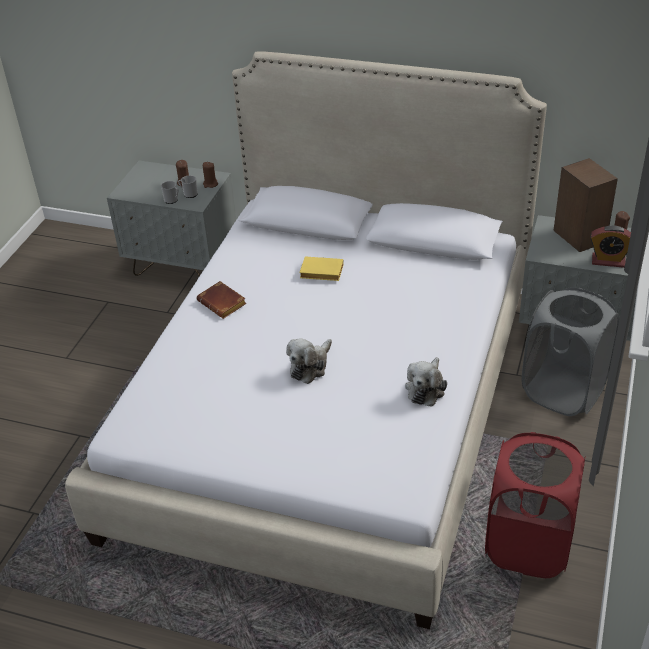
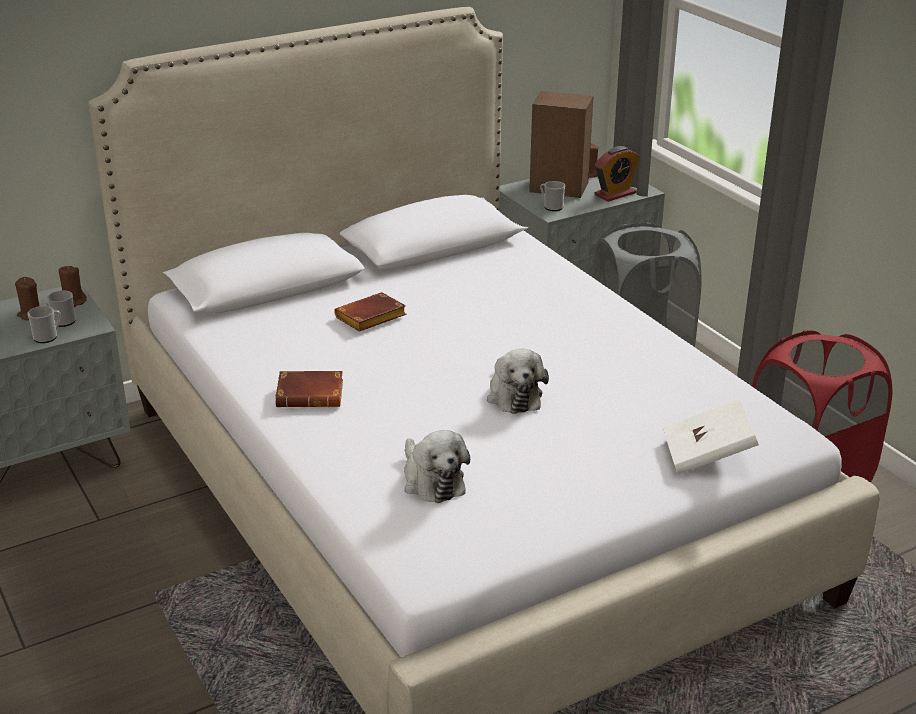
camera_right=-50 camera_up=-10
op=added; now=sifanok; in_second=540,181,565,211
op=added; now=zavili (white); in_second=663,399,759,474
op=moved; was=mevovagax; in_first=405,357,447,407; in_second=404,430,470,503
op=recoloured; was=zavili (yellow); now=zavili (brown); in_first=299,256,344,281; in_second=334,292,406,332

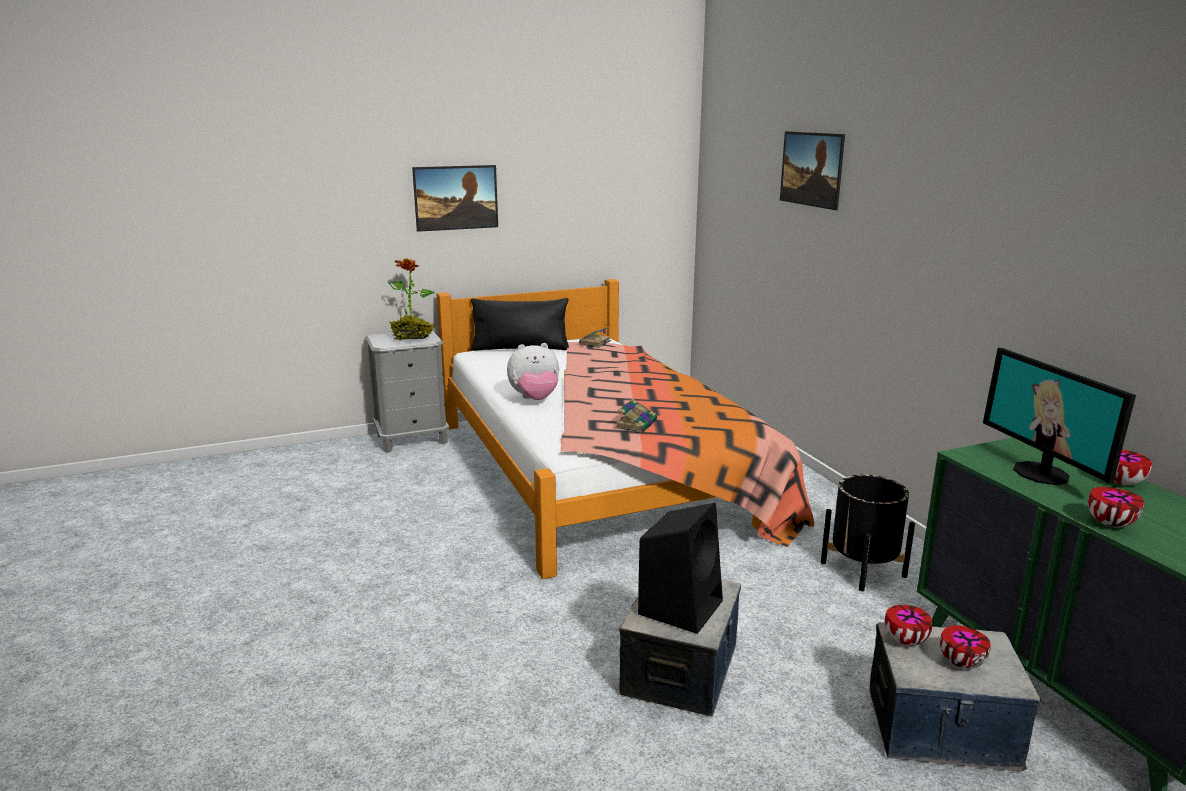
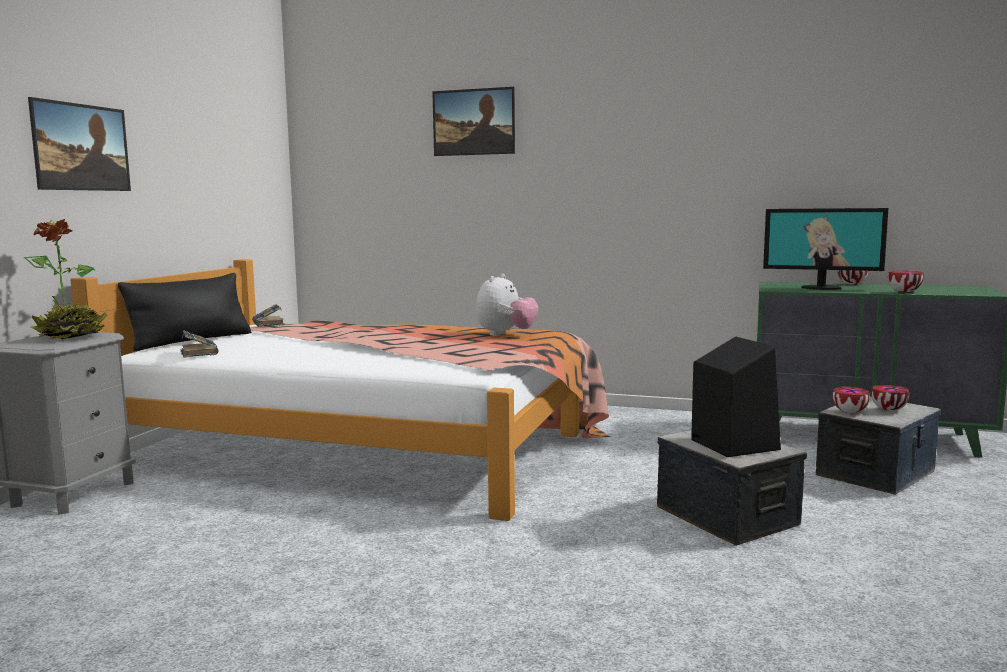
camera_right=-50 camera_up=-10
op=removed; was=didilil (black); in_first=821,474,915,591
op=moved; was=mevovagax; in_first=507,343,559,400; in_second=476,274,538,336
op=moved; was=zavili; in_first=615,398,657,433; in_second=181,330,218,358

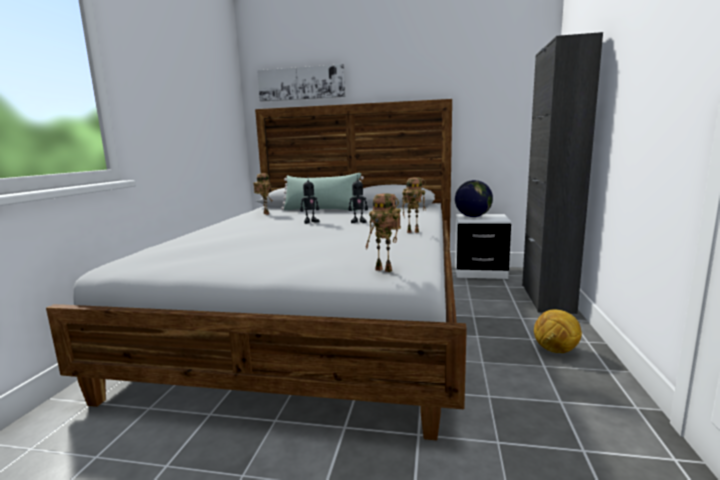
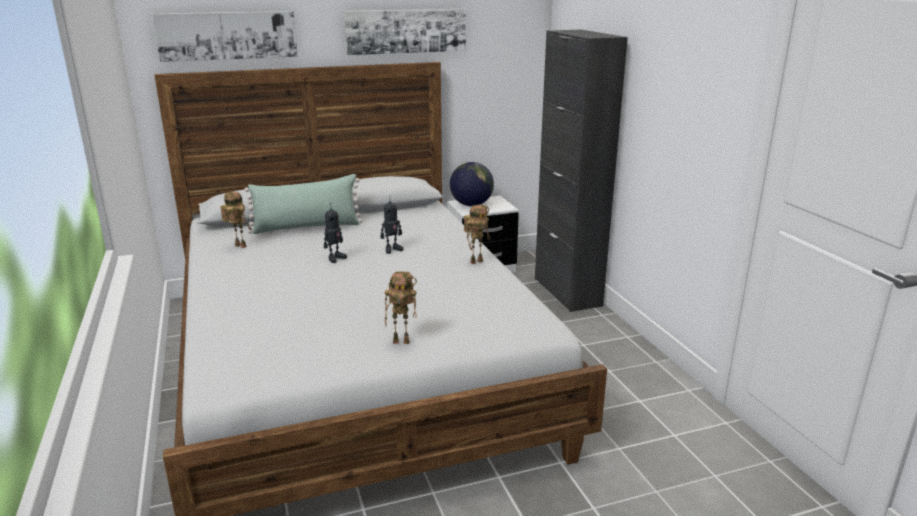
camera_right=-30 camera_up=10
op=removed; was=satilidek; in_first=534,310,582,353
op=added; now=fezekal; in_second=345,9,466,55
op=moved; was=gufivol; in_first=366,193,401,272; in_second=385,271,417,344

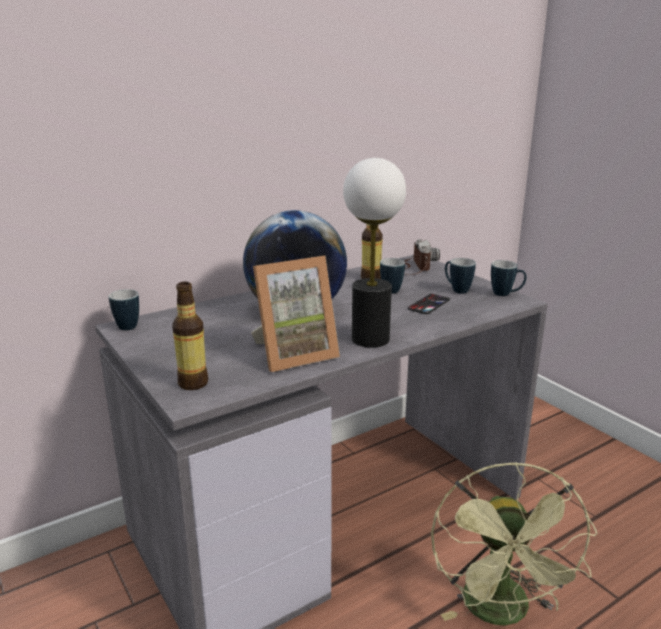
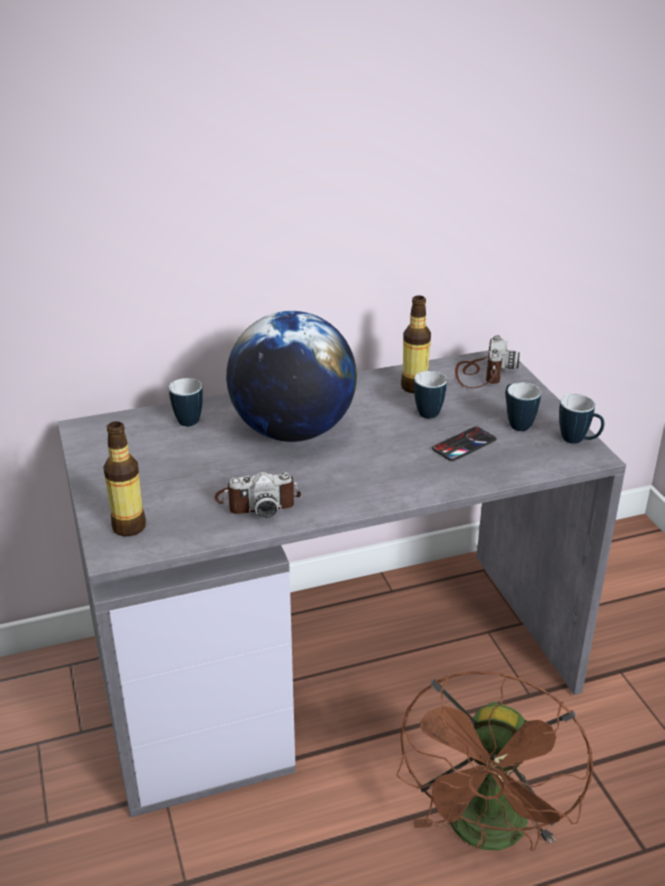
camera_right=15 camera_up=10
op=removed; was=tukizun; in_first=343,158,406,348
op=moved; was=sifanok; in_first=109,289,139,330; in_second=169,378,203,426
op=replaced; was=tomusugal; now=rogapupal; in_first=251,256,340,372; in_second=214,471,301,518
op=recoloured; was=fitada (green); now=fitada (brown); in_first=431,462,597,626; in_second=396,671,593,851

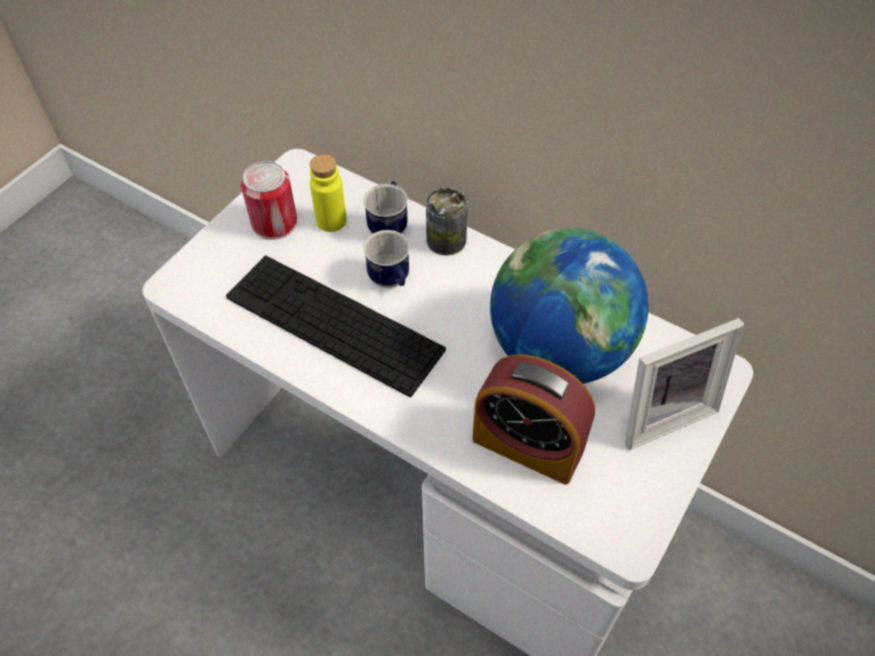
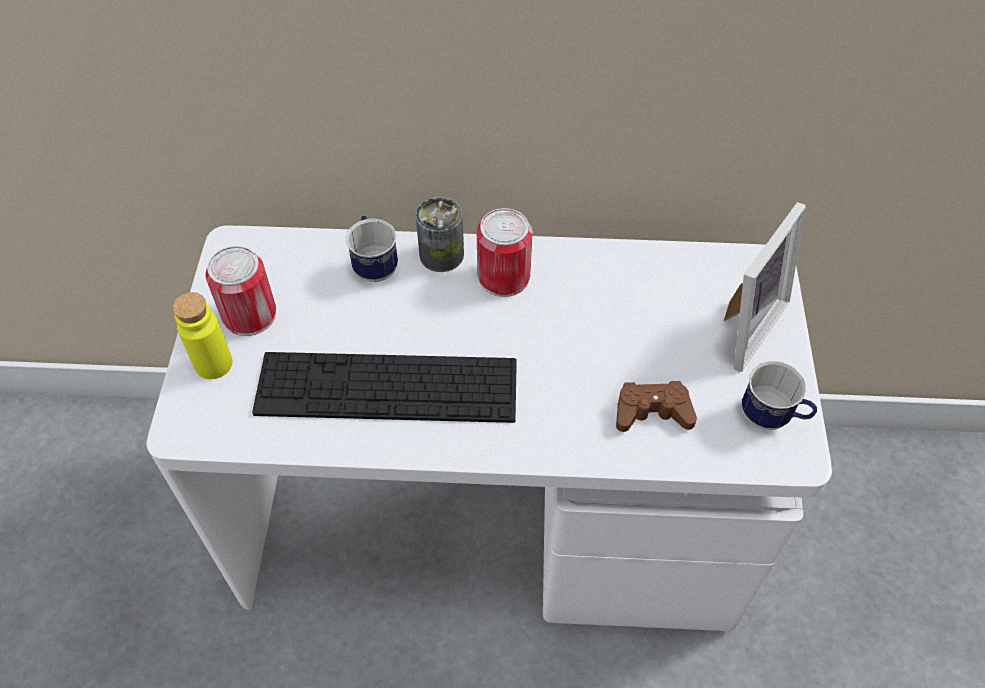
camera_right=-30 camera_up=0
op=removed; was=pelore; in_first=490,228,649,384
op=added; now=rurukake; in_second=477,208,533,297
op=moved; was=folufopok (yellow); in_first=310,154,347,232; in_second=172,292,232,379
op=moved; was=sifanok; in_first=363,230,410,288; in_second=742,361,817,430
op=replaced; was=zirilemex; now=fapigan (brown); in_first=472,354,595,485; in_second=616,381,697,432

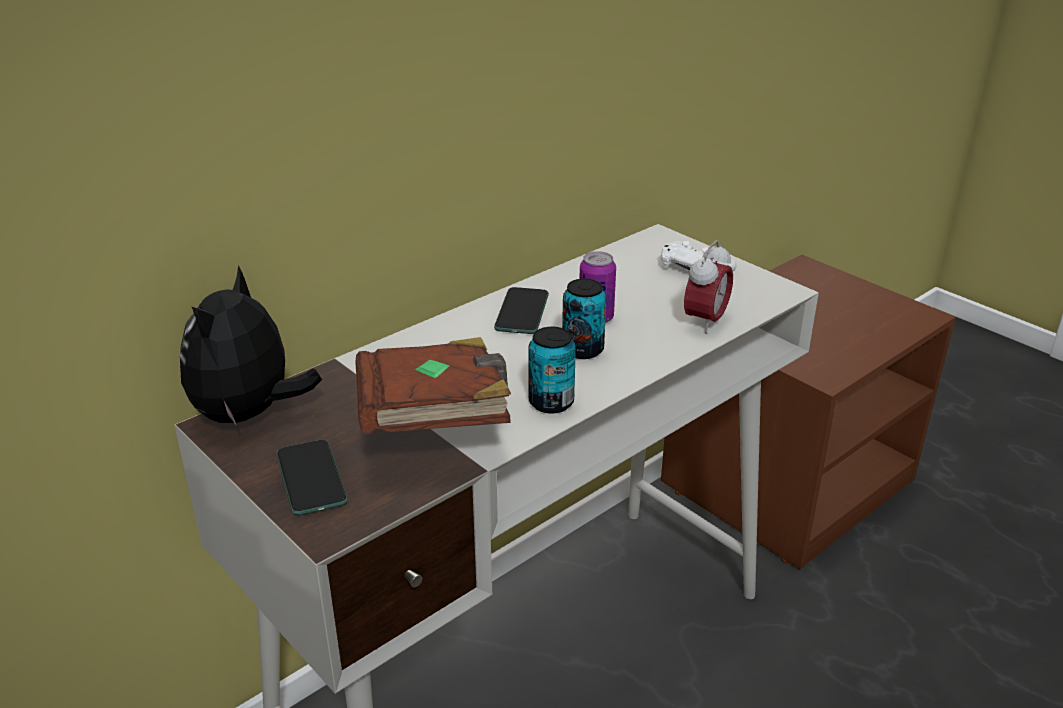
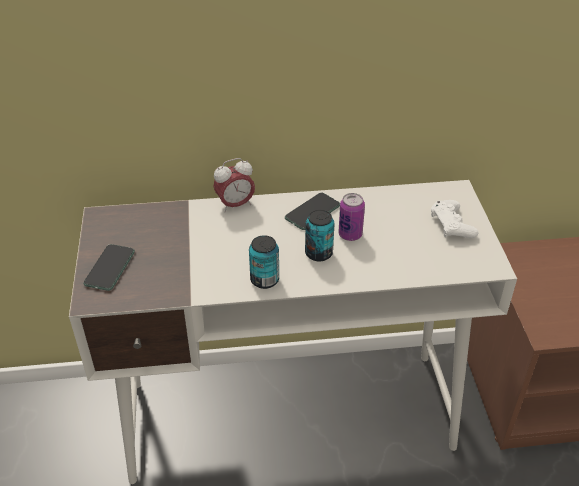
camera_right=35 camera_up=10
op=removed; was=mevovagax; in_first=180,265,322,426
op=removed; was=zavili (brown); in_first=356,337,511,434
op=moved; was=zirilemex; in_first=684,240,733,334; in_second=214,158,255,212

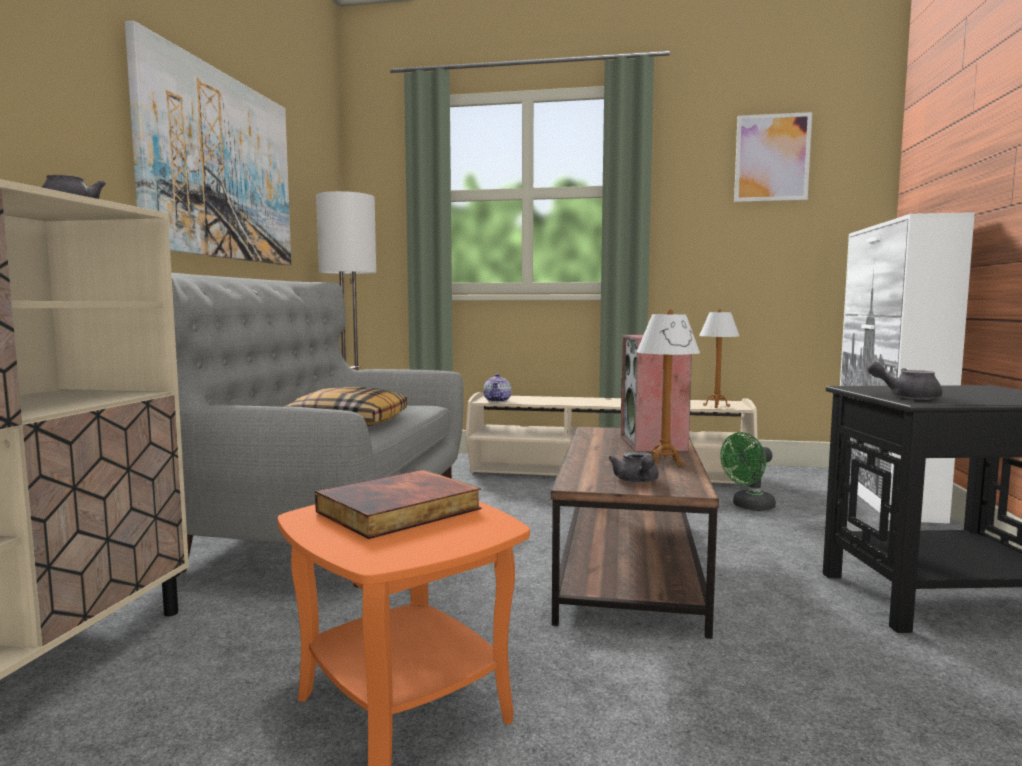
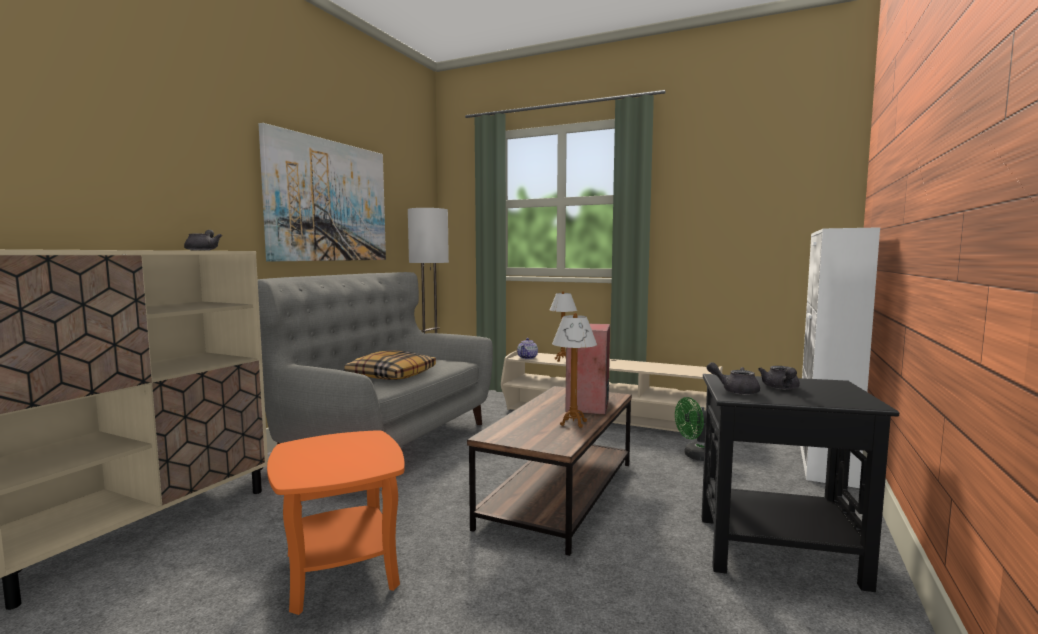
camera_right=15 camera_up=0
op=removed; was=zavili; in_first=315,469,481,539
op=removed; was=fezekal; in_first=734,112,812,202
op=moved; was=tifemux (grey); in_first=608,452,659,483; in_second=758,366,800,390
op=moved; was=tukizun; in_first=699,309,740,408; in_second=550,291,577,362

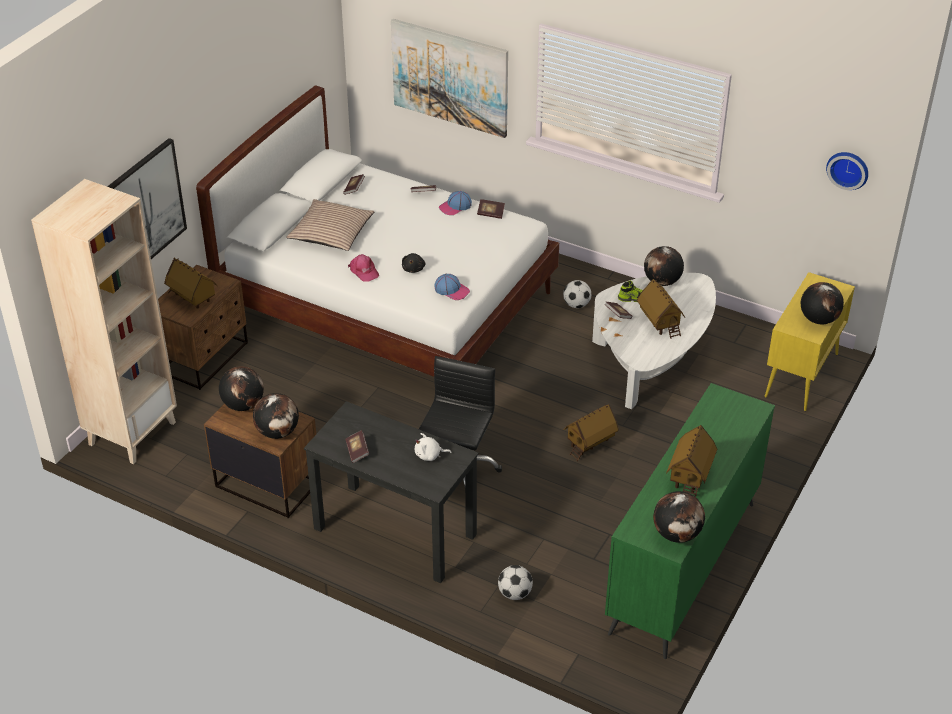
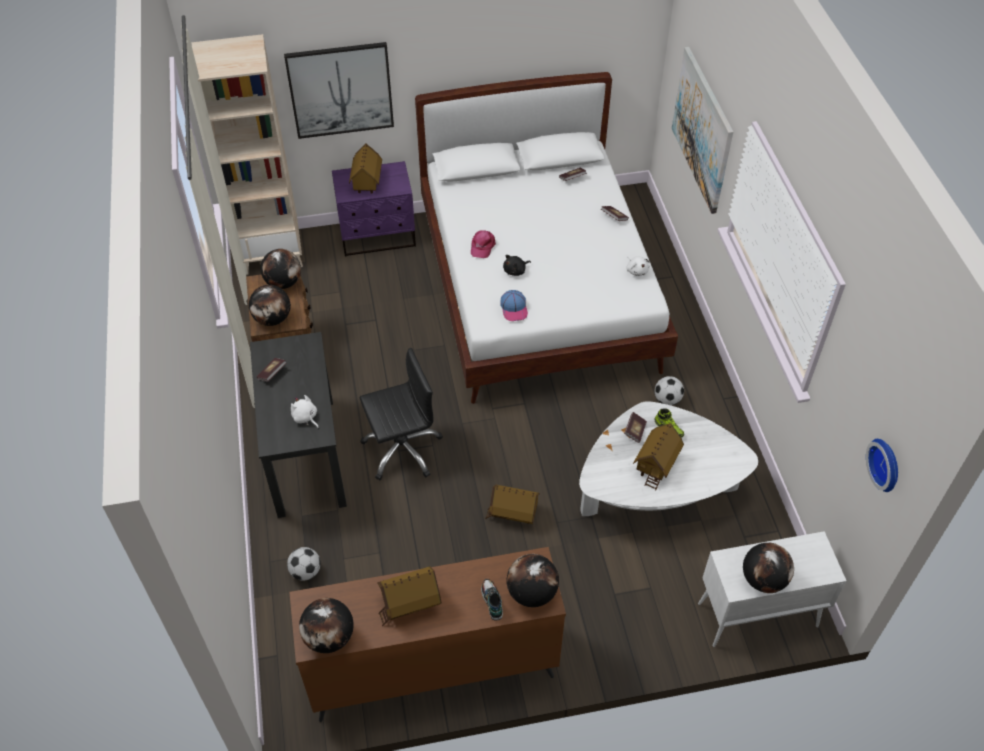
camera_right=50 camera_up=10
op=removed; was=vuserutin; in_first=286,199,375,251
op=removed; was=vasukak; in_first=439,191,472,215
op=added; now=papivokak; in_second=481,579,503,620
op=moved; was=pelore; in_first=644,246,684,286; in_second=506,554,559,607
op=replaced; was=zavili; now=mevovagax (white); in_first=477,199,505,219; in_second=626,256,650,276
op=recoloured; was=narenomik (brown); now=narenomik (purple); in_first=158,265,248,390; in_second=332,161,416,256
op=recoloured; was=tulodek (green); now=tulodek (brown); in_first=605,383,775,659; in_second=289,547,566,722
op=recoloured; was=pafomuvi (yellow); now=pafomuvi (white); in_first=764,272,855,411; in_second=698,531,846,647

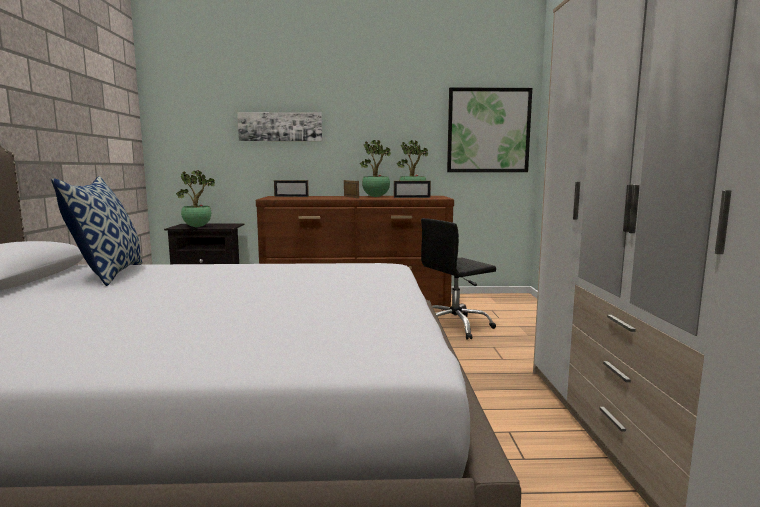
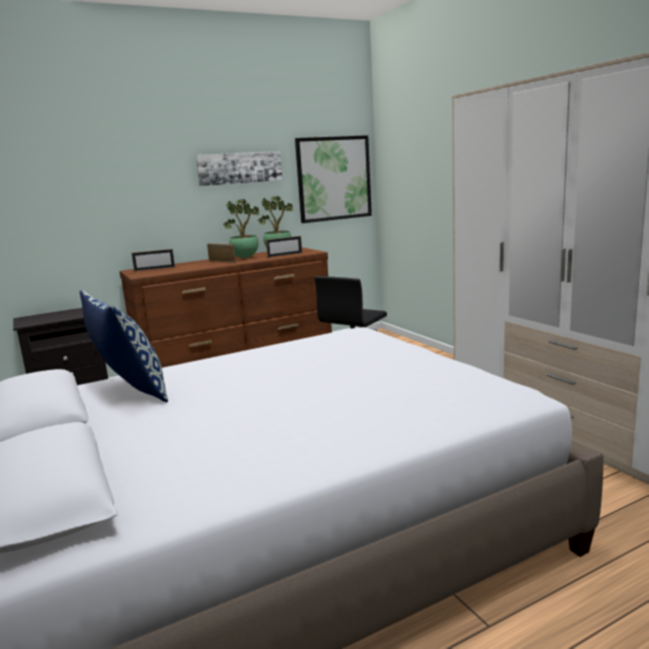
camera_right=-25 camera_up=5
op=removed; was=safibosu; in_first=176,170,215,227
op=moved; was=fezekal; in_first=237,112,322,141; in_second=196,151,282,186

